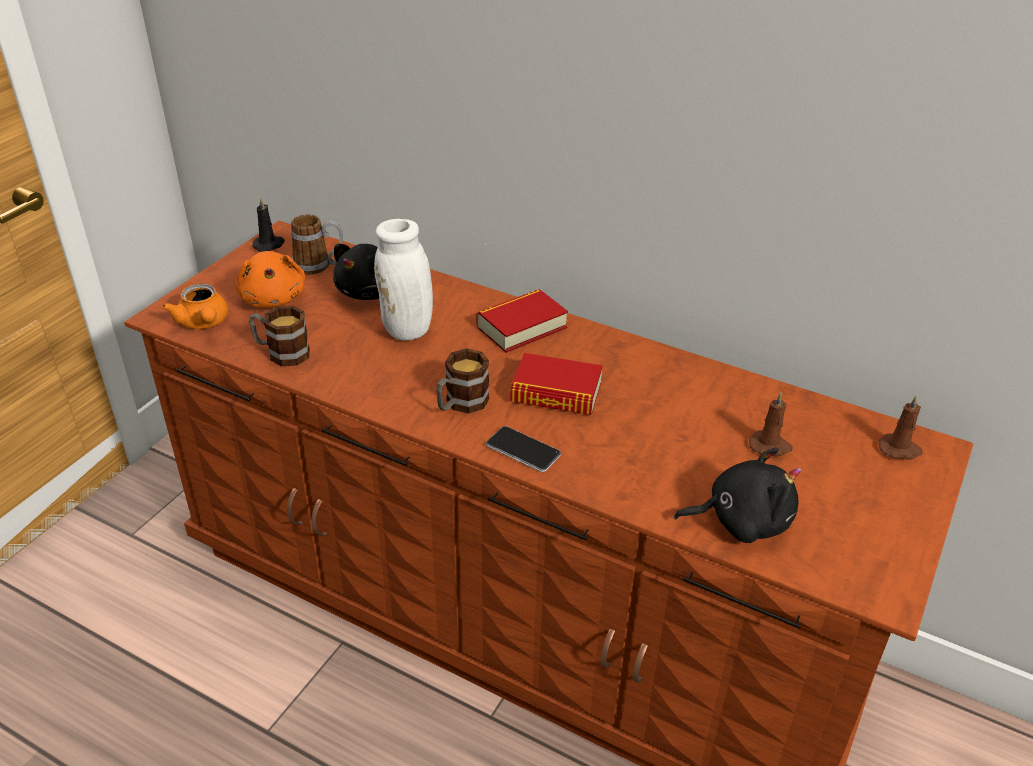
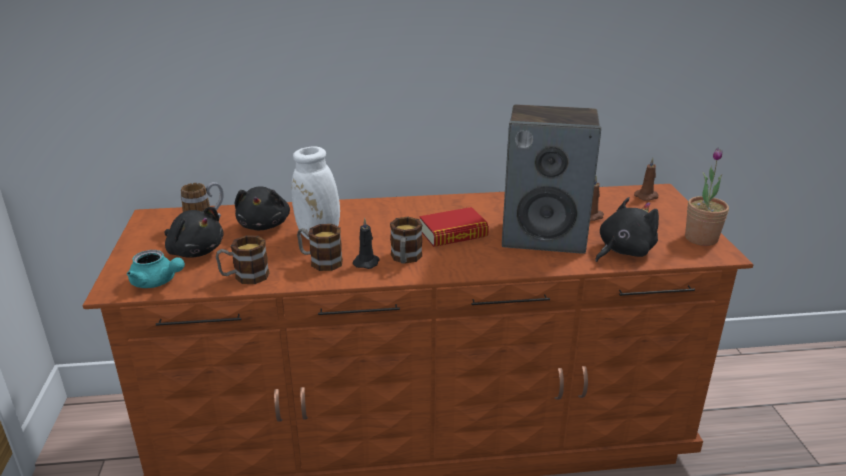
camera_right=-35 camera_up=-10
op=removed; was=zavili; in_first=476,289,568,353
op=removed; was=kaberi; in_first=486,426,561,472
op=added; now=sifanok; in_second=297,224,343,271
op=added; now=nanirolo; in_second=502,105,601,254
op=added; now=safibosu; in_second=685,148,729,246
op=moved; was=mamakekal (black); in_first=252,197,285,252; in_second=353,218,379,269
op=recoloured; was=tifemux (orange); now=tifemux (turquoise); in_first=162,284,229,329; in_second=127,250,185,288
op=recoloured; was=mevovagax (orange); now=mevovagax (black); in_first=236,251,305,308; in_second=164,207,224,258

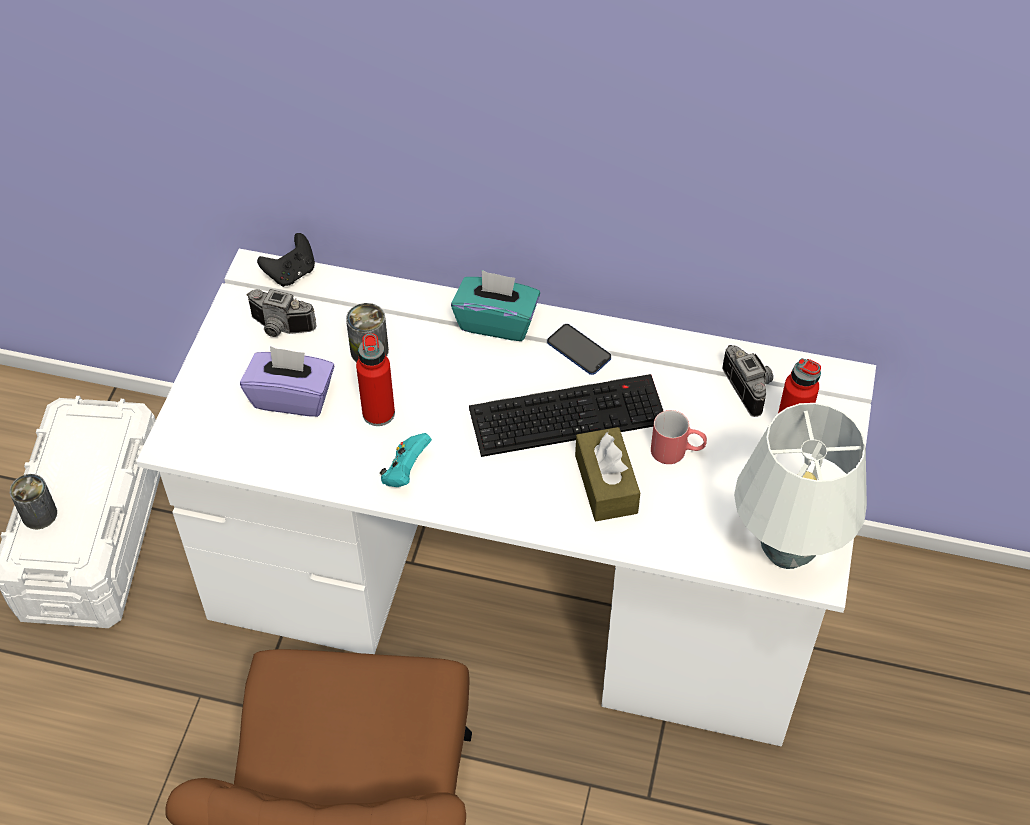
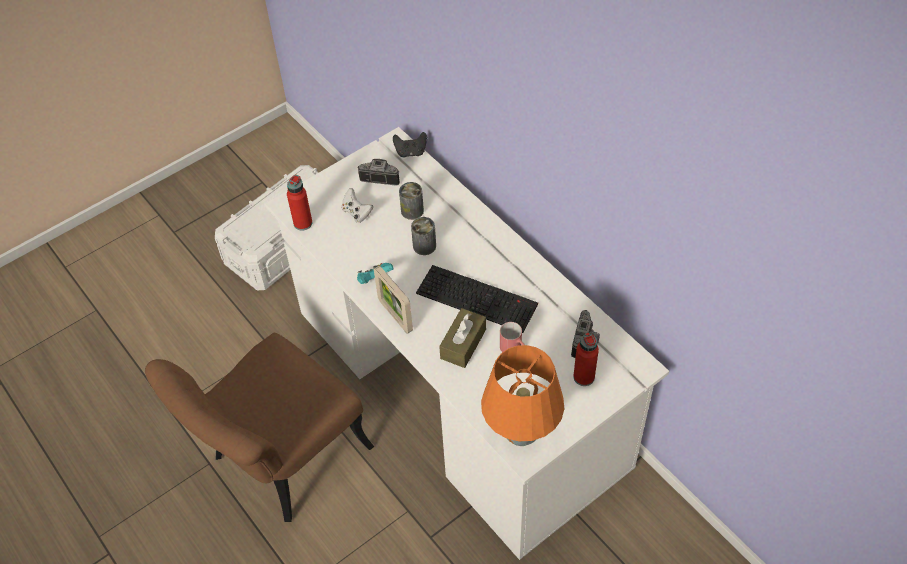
camera_right=40 camera_up=0
op=removed; was=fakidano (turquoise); in_first=451,270,540,341
op=removed; was=kaberi; in_first=547,324,611,375
op=added; now=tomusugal; in_second=374,266,413,334
op=moved; was=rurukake; in_first=10,474,57,529; in_second=411,217,436,255
op=moved; was=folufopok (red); in_first=356,333,395,426; in_second=287,175,313,231
op=replaced; was=fakidano (purple); now=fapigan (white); in_first=240,346,335,417; in_second=341,188,373,223
op=recoloured; was=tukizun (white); now=tukizun (orange); in_first=734,403,867,569; in_second=481,345,564,446
op=turned; was=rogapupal; in_first=246,289,317,337; in_second=357,159,400,186; clockwise=135

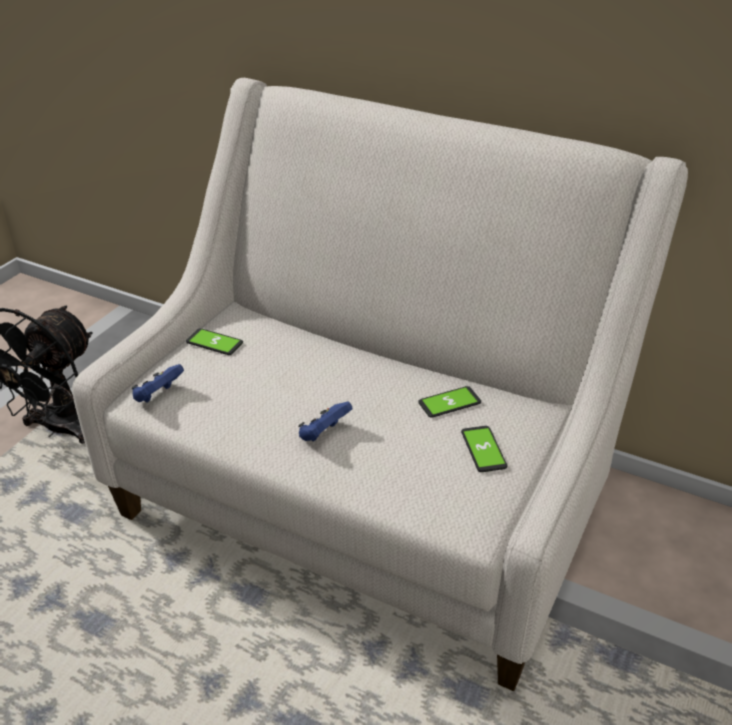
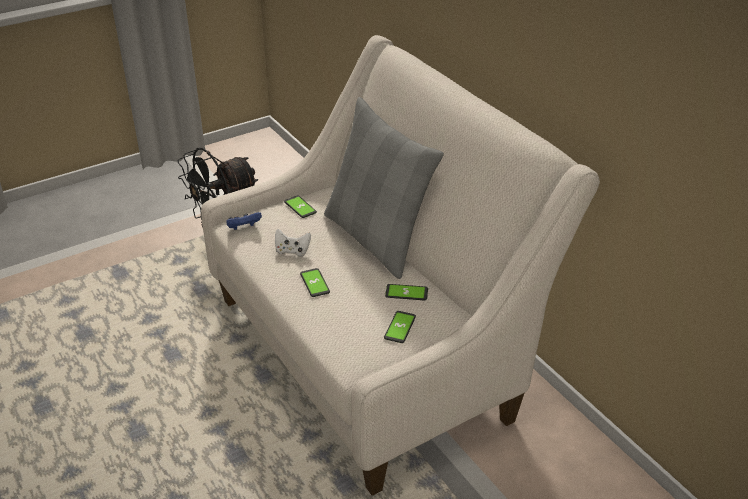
camera_right=30 camera_up=0
op=added; now=fapigan (white); in_second=275,229,311,257
op=added; now=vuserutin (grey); in_second=324,97,444,279
op=replaced; was=fapigan (blue); now=kaberi; in_first=298,402,353,441; in_second=300,268,330,297

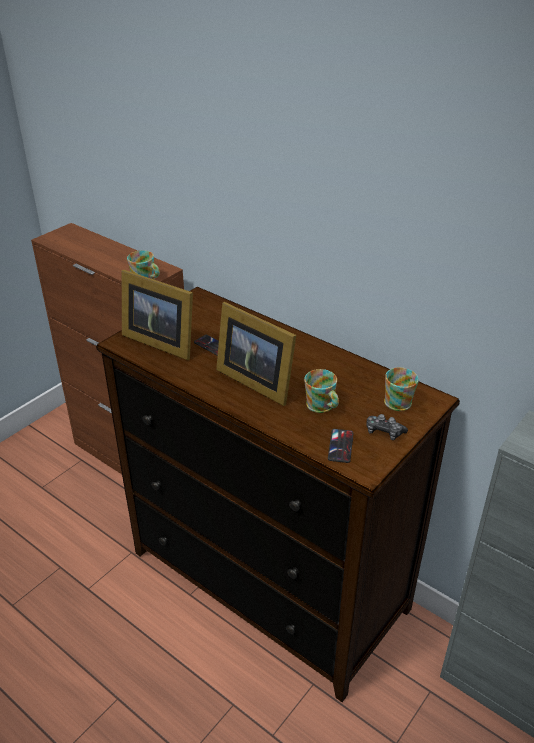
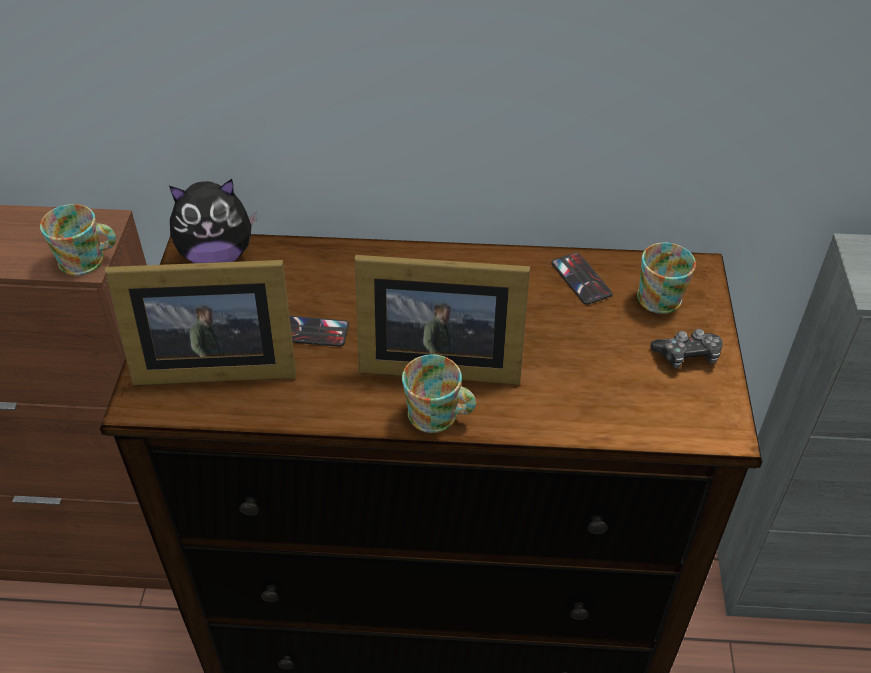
camera_right=-35 camera_up=10
op=added; now=mevovagax; in_second=169,179,257,263
op=moved; was=sifanok; in_first=304,369,339,413; in_second=402,354,476,433
op=moved; was=kaberi; in_first=328,429,353,463; in_second=552,253,613,305

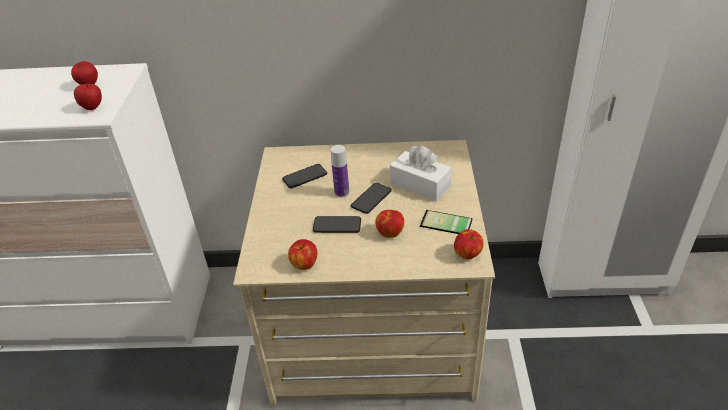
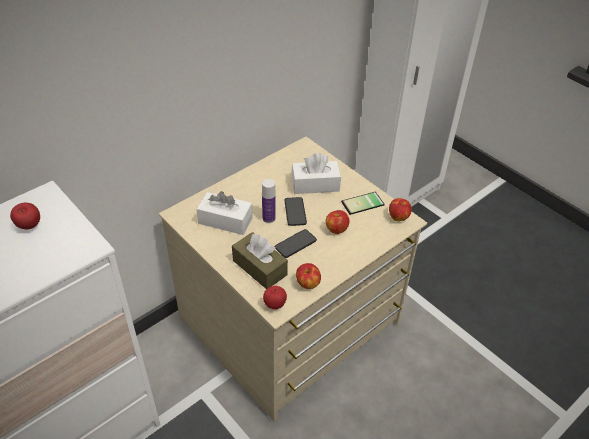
camera_right=-45 camera_up=5
op=added; now=fakidano (brown); in_second=232,232,288,289
op=moved; was=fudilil; in_first=74,84,102,110; in_second=263,286,287,309
op=replaced; was=kaberi; now=fakidano (white); in_first=282,164,327,188; in_second=196,191,253,235

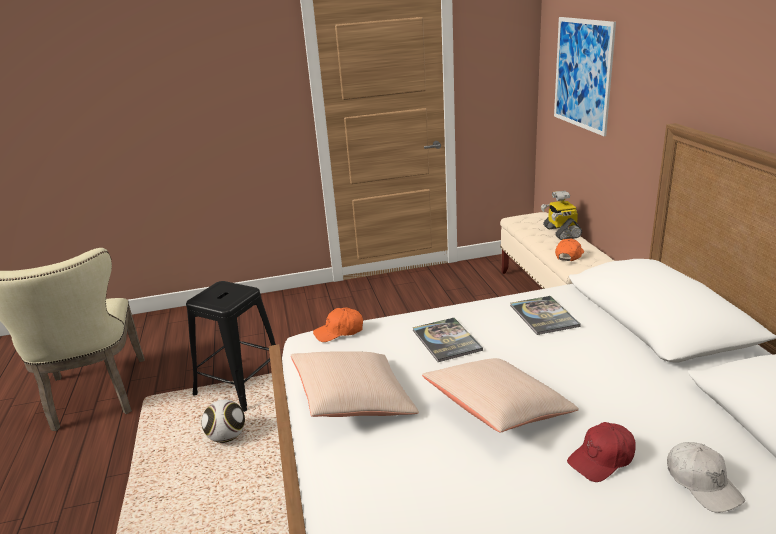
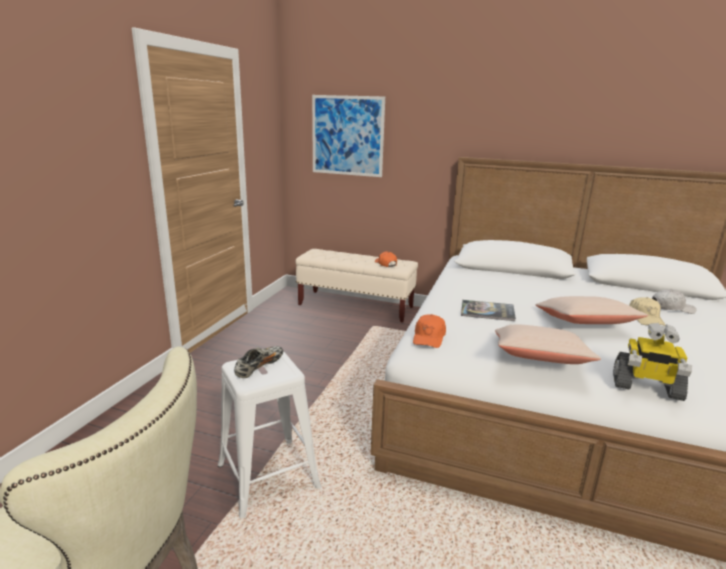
camera_right=-60 camera_up=-5
op=removed; was=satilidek; in_first=202,400,245,443
op=removed; was=zavili; in_first=510,296,581,335
op=added; now=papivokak; in_second=234,346,283,378
op=moved; was=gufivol; in_first=541,191,582,240; in_second=613,323,692,401
op=recoloured; was=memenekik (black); now=memenekik (white); in_first=186,281,276,412; in_second=218,352,321,519
op=recoloured; was=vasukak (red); now=vasukak (beige); in_first=567,422,636,482; in_second=629,297,665,326

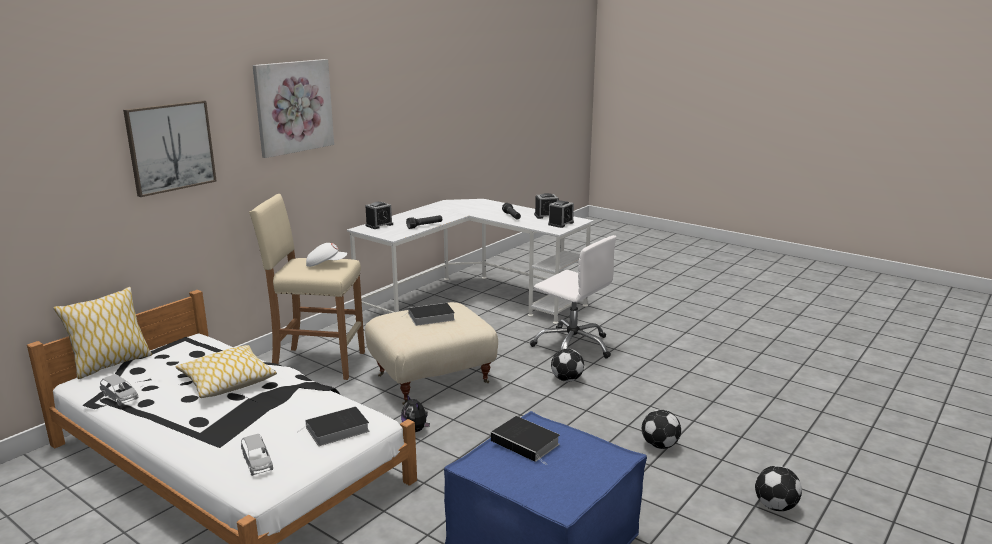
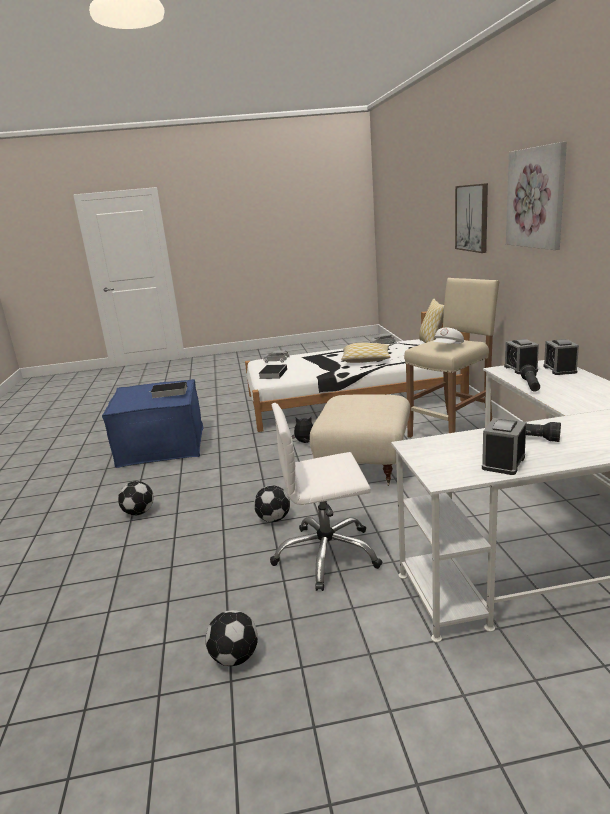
camera_right=135 camera_up=0
op=removed; was=zavili; in_first=405,303,455,326
op=moved; was=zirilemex; in_first=548,200,574,228; in_second=504,339,539,374
op=moved; was=satilidek; in_first=755,466,802,511; in_second=205,610,258,666

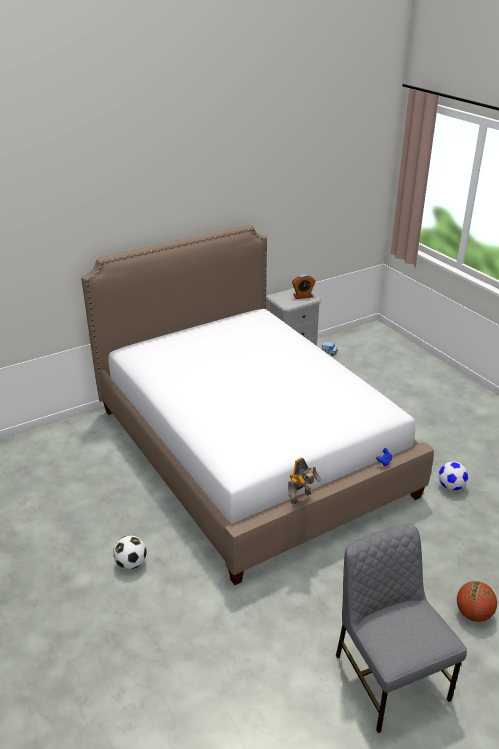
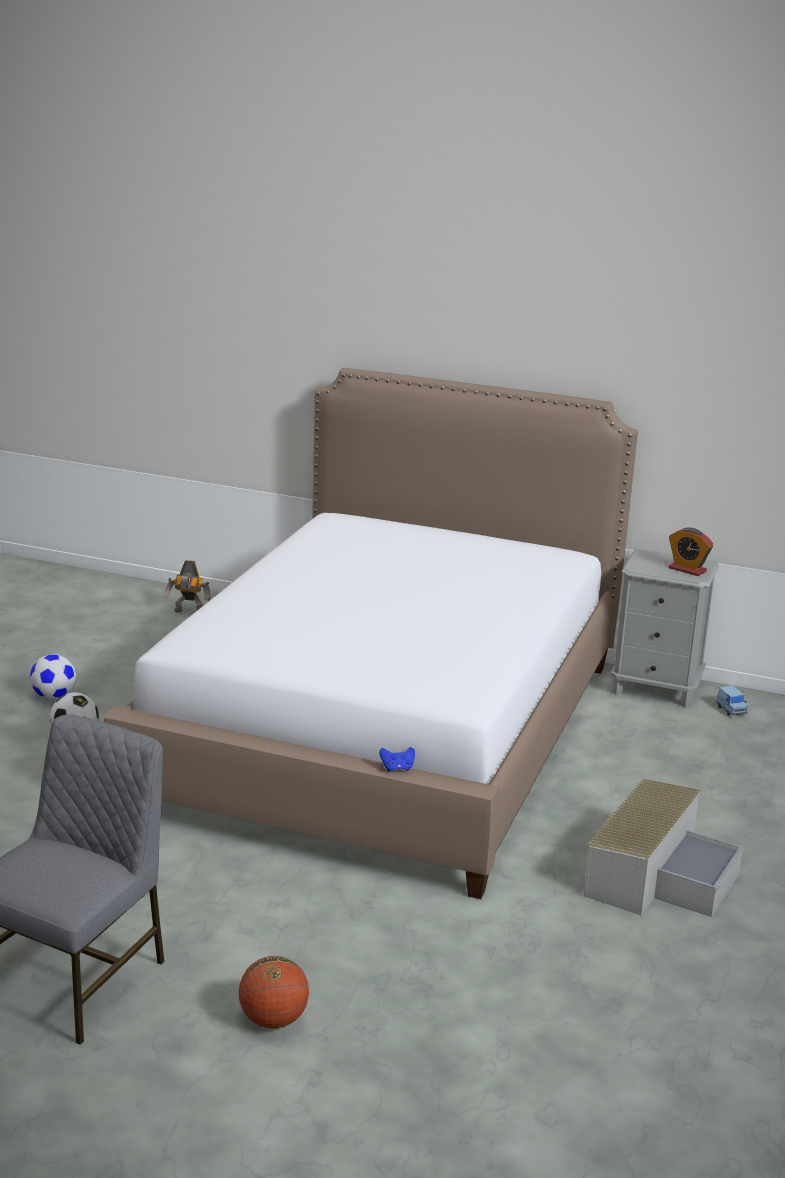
camera_right=50 camera_up=-10
op=added; now=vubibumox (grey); in_second=583,778,743,917
op=moved; was=gufivol; in_first=288,457,321,504; in_second=164,560,211,612
op=moved; was=satilidek; in_first=438,461,469,491; in_second=30,654,76,699

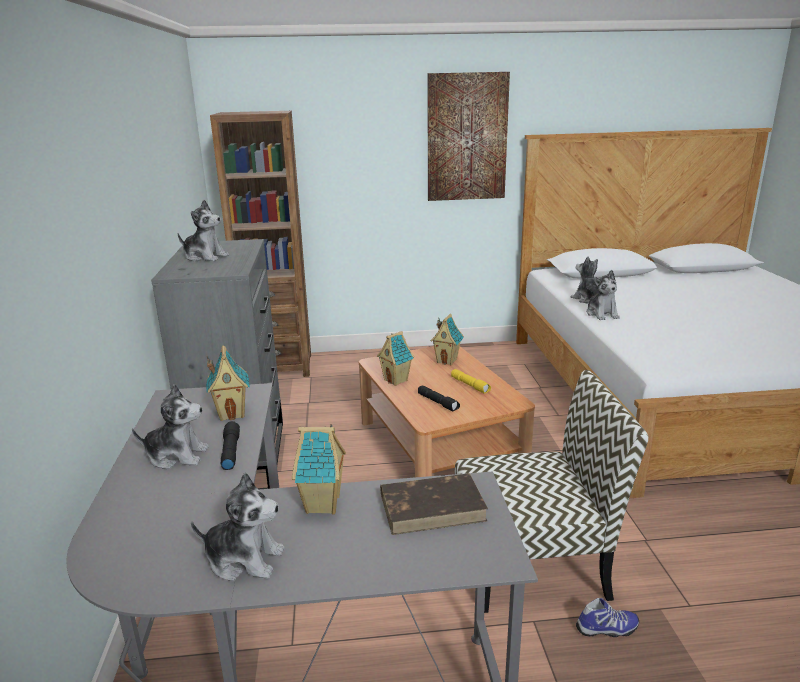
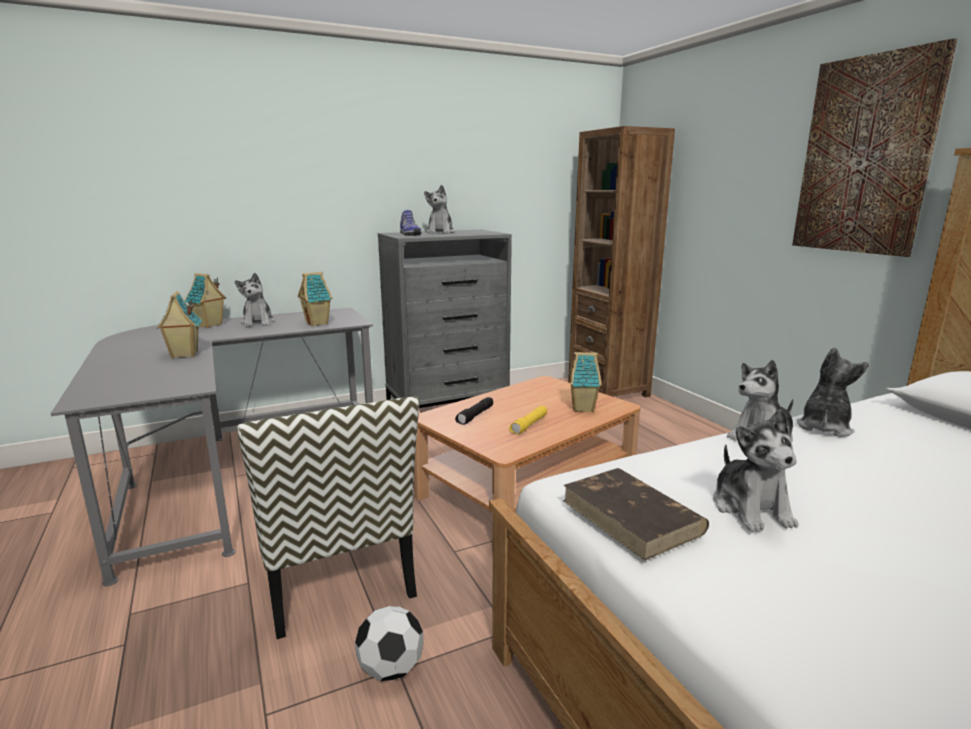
camera_right=70 camera_up=-5
op=removed; was=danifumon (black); in_first=221,421,240,470
op=added; now=satilidek; in_second=355,606,424,681
op=moved; was=mevovagax; in_first=191,473,285,581; in_second=713,409,798,532
op=moved; was=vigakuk; in_first=377,331,414,386; in_second=185,273,226,328
op=moved; was=zavili (brown); in_first=380,473,488,535; in_second=563,468,709,561
op=moved; was=papivokak; in_first=576,598,639,637; in_second=400,210,422,236

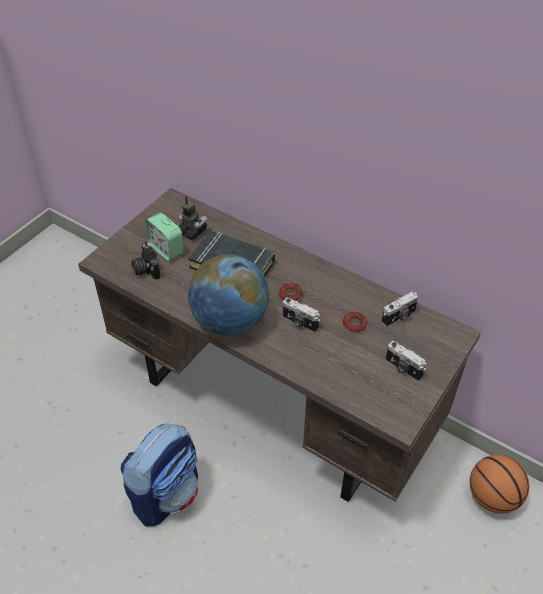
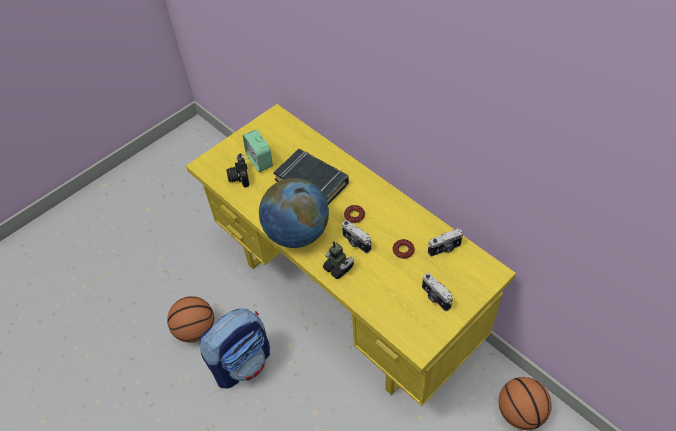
camera_right=15 camera_up=5
op=added; now=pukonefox; in_second=167,296,214,343
op=moved; was=gufivol; in_first=178,196,207,240; in_second=323,241,354,279
op=recoloured; was=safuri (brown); now=safuri (yellow); in_first=78,188,481,502; in_second=186,104,516,406

